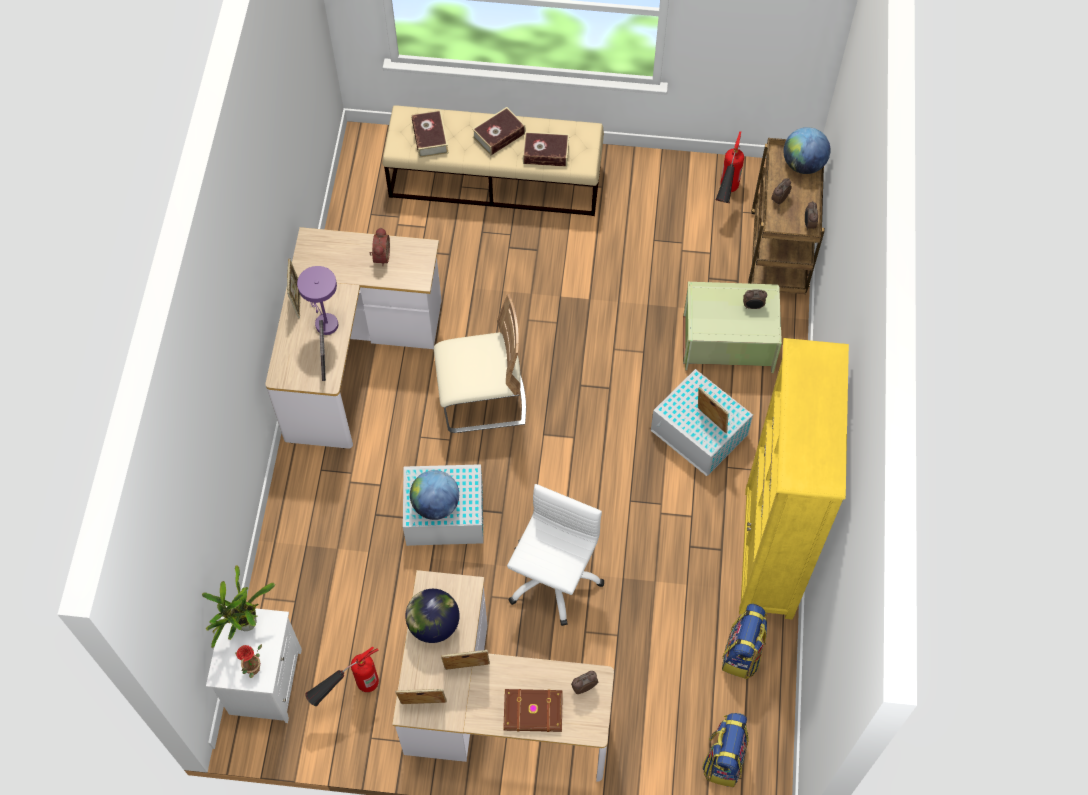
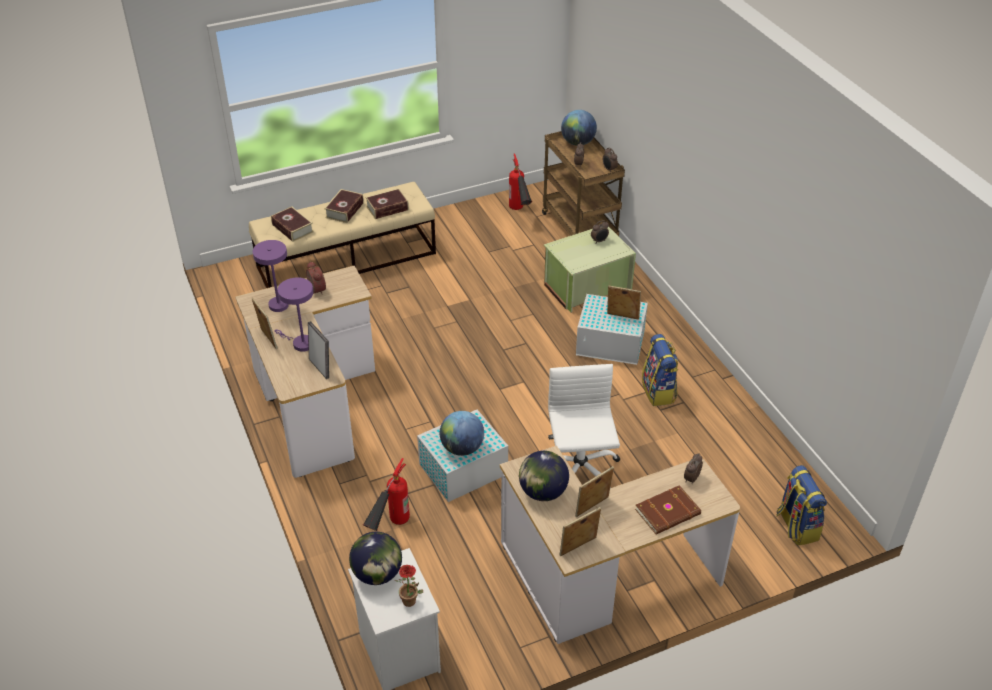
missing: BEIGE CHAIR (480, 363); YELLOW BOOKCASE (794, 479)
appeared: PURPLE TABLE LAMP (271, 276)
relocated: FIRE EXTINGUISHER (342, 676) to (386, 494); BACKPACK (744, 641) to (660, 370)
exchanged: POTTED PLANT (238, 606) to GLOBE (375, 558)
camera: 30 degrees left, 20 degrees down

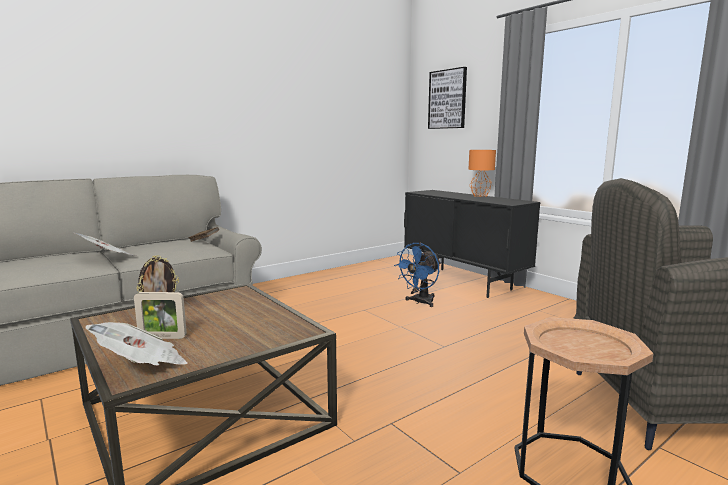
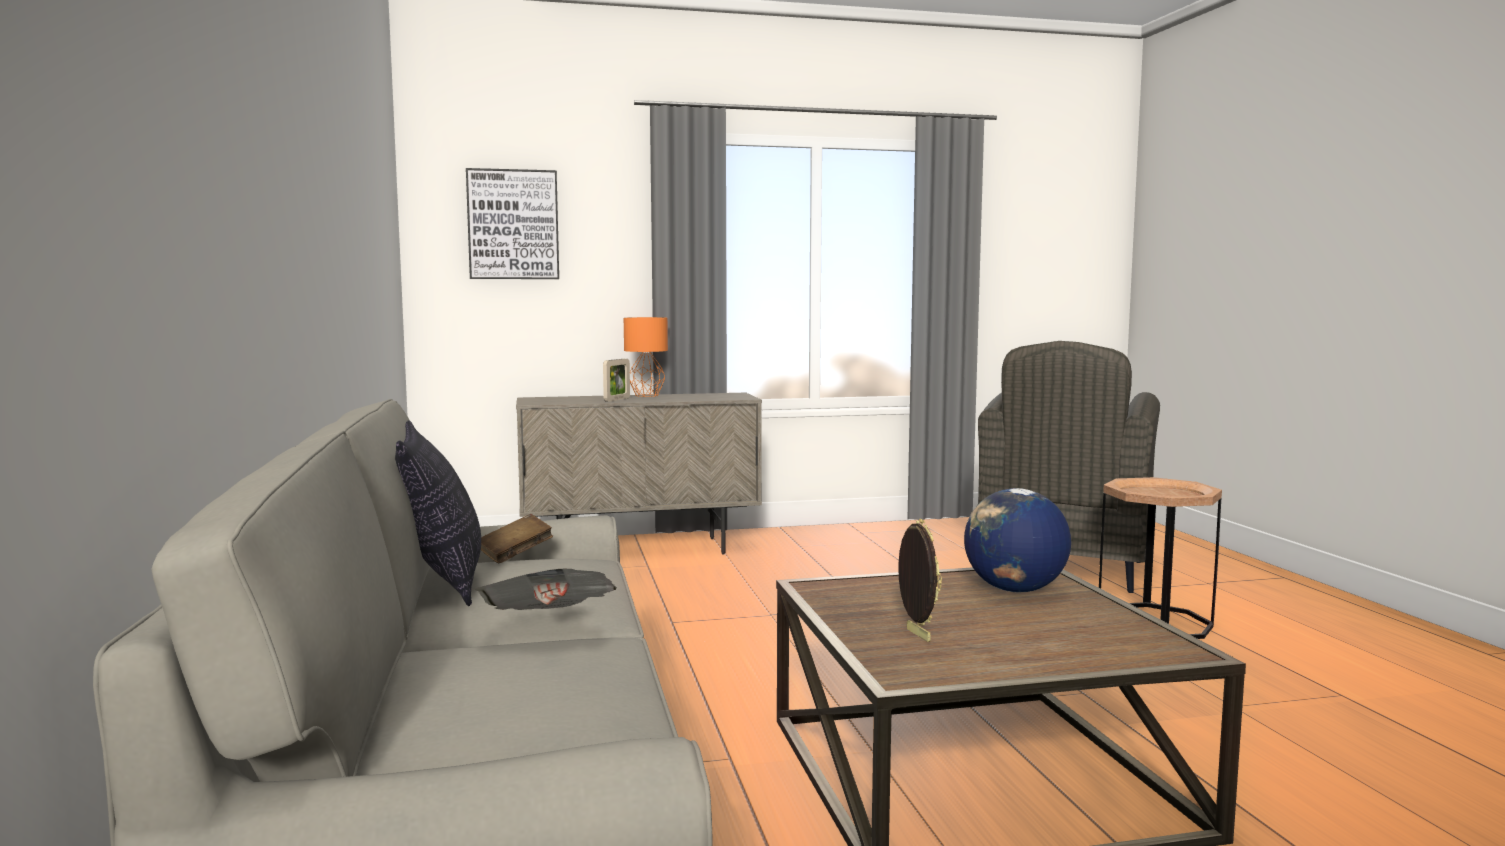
missing: NEWSPAPER (136, 344); BLUE FAN (417, 275)
appeared: PILLOW (438, 513); GLOBE (1017, 540)
relocated: PICTURE FRAME (160, 315) to (616, 380)
colour: BLACK CABINET (472, 244) to BEIGE CABINET (639, 474)
camera: 65 degrees left, 5 degrees down

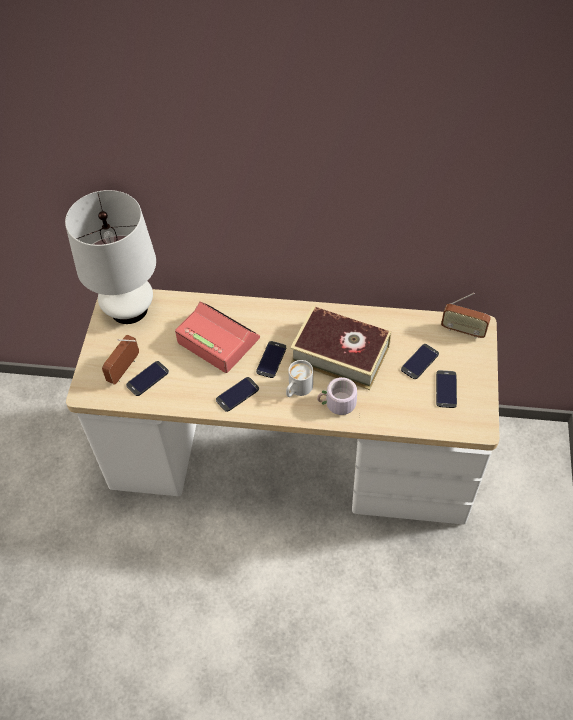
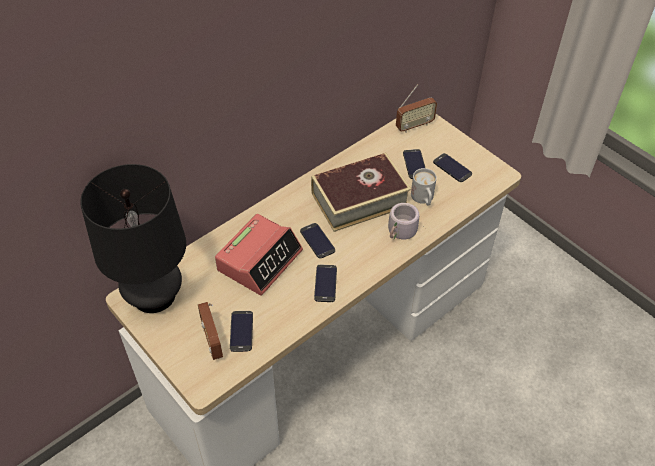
relocated: WHITE MUG (299, 378) to (424, 187)
colour: WHITE TABLE LAMP (110, 257) to BLACK TABLE LAMP (133, 238)
spun: ALARM CLOCK (217, 337) = (259, 254) 135 degrees clockwise
camera: 50 degrees left, 5 degrees down

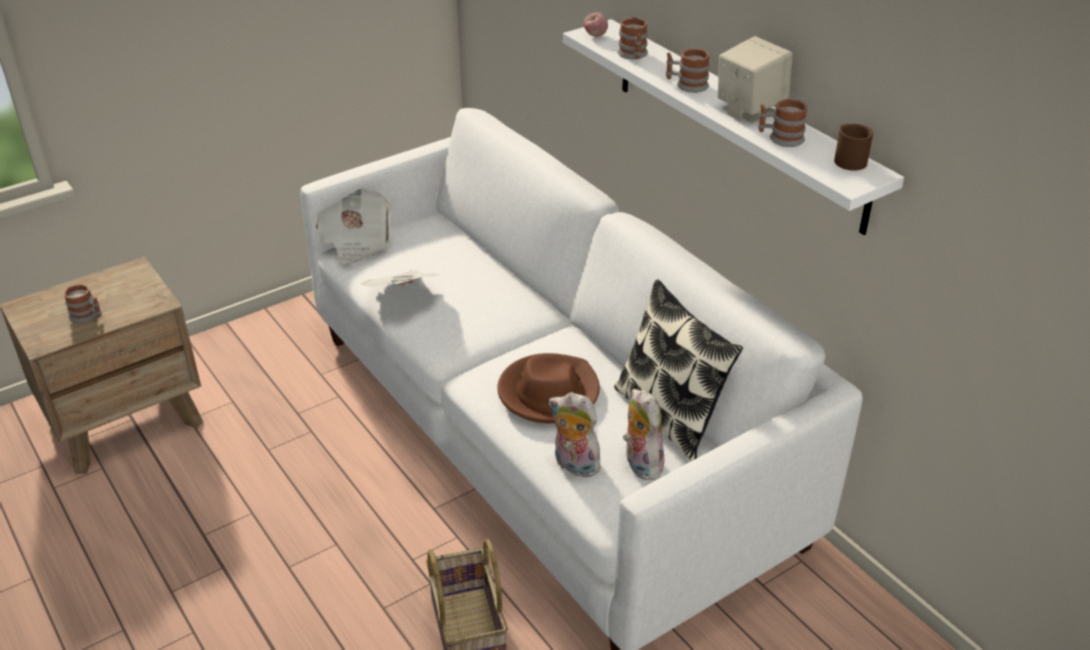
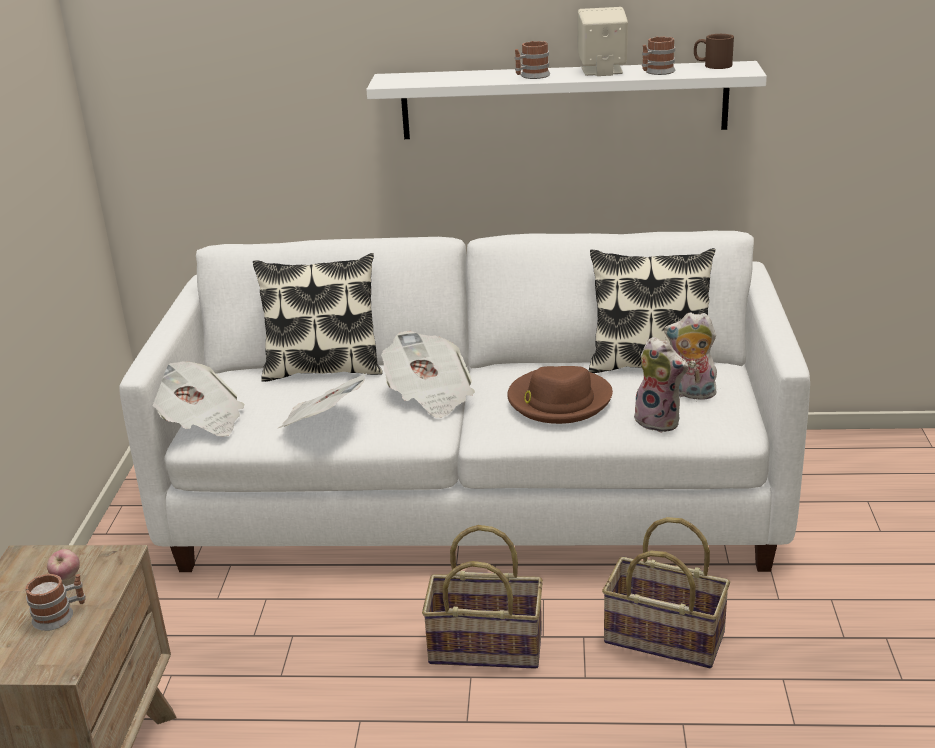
missing: MUG (632, 38)
appeared: PILLOW (318, 317); NEWSPAPER (428, 374); BASKET (482, 597)
relocated: APPLE (596, 24) to (63, 564)
spun: PLUSH TOY (575, 434) = (659, 385) 120 degrees counterclockwise
camera: 50 degrees left, 10 degrees down

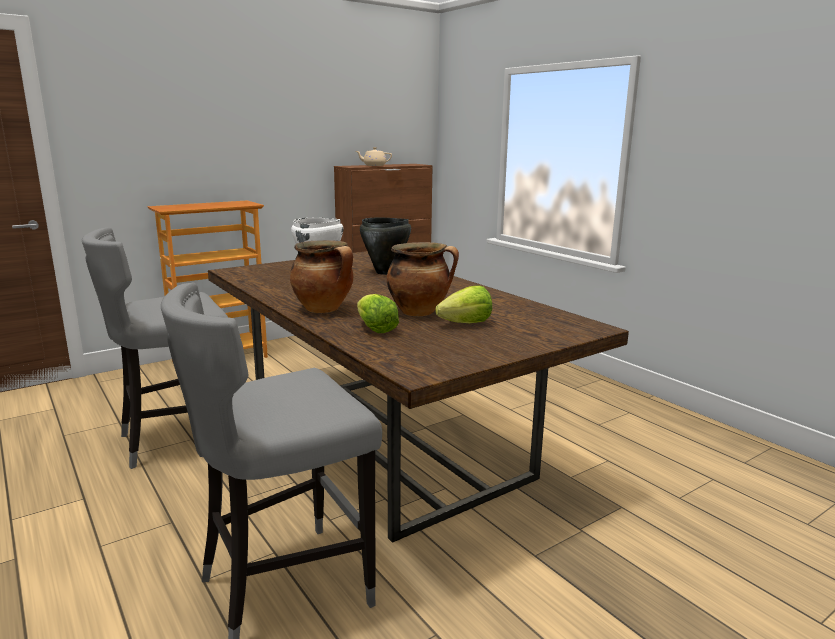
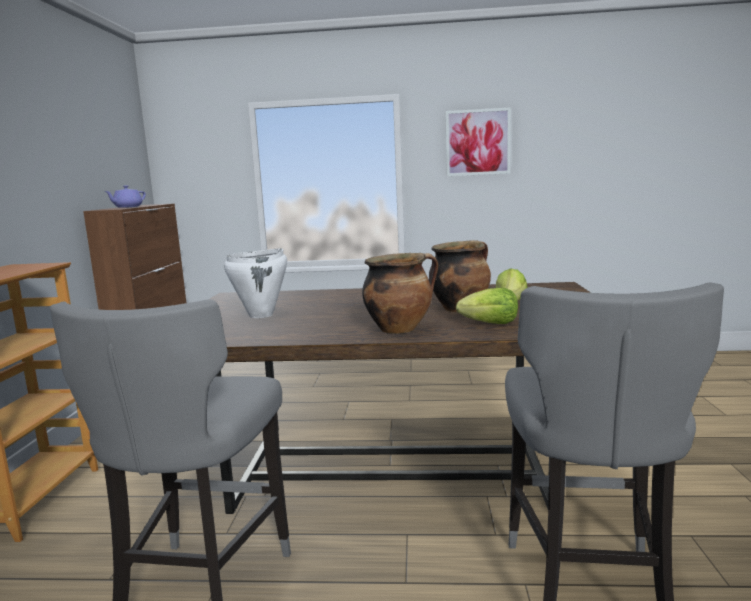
missing: BLACK COOKING POT (385, 246)
appeared: PICTURE (478, 142)
colour: BEIGE TEAPOT (374, 156) to PURPLE TEAPOT (125, 197)
camera: 50 degrees left, 5 degrees down

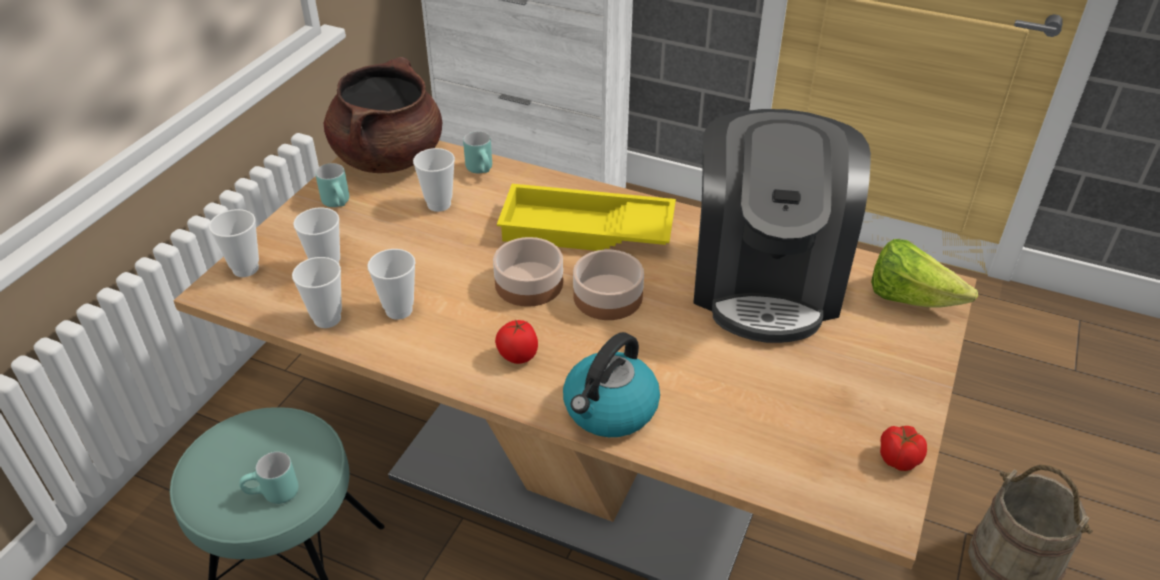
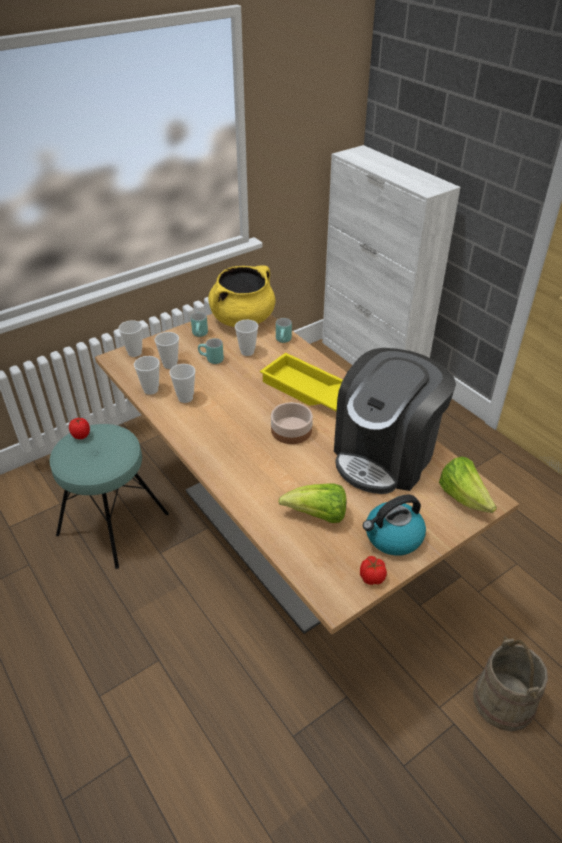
missing: BOWL (528, 272)
appeared: LETTUCE (312, 503)
relocated: TOMATO (516, 341) to (79, 428); TURQUOISE MUG (268, 478) to (211, 351); KETTLE (611, 384) to (394, 525)
colour: BROWN COOKING POT (383, 115) to YELLOW COOKING POT (241, 296)
camera: 30 degrees right, 0 degrees up

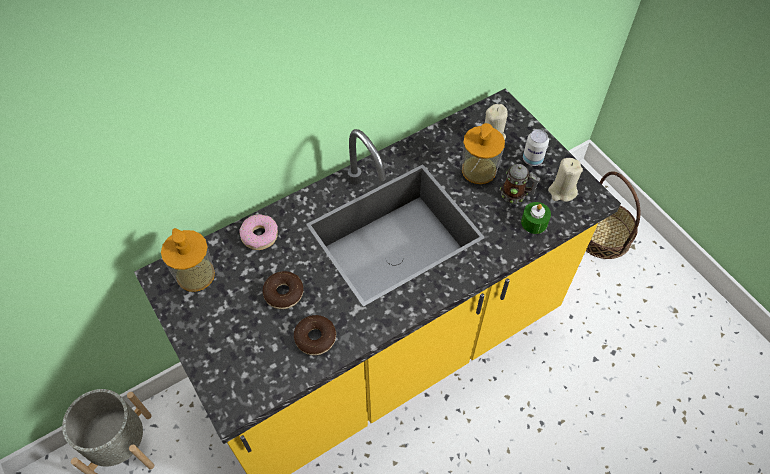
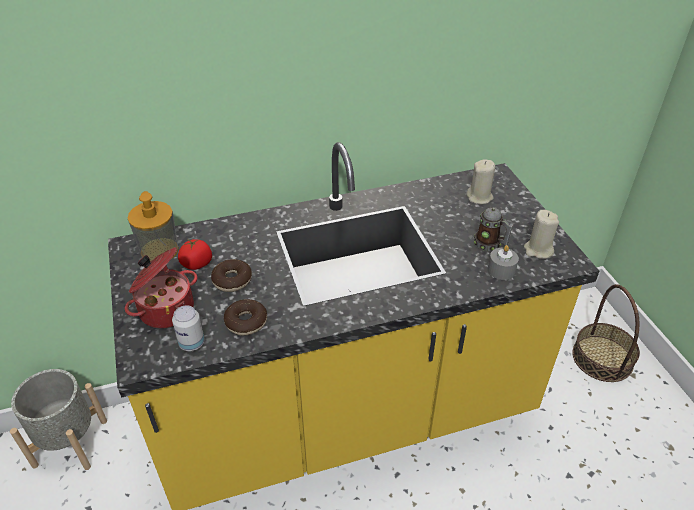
missing: DONUT (259, 232); SOAP DISPENSER (483, 153)
appeared: COOKING POT (161, 288); TOMATO (195, 254)
relocated: CAN (536, 147) to (188, 328)
colour: GREEN CANDLE (536, 218) to GREY CANDLE (503, 262)
camera: 15 degrees right, 15 degrees down

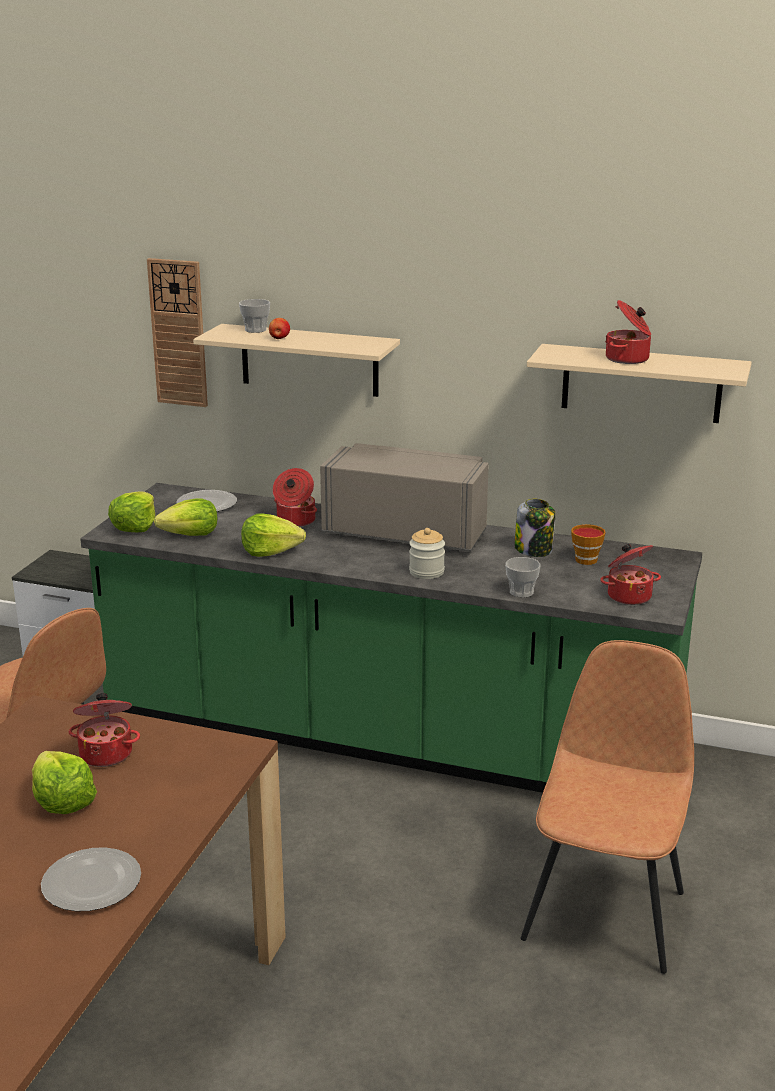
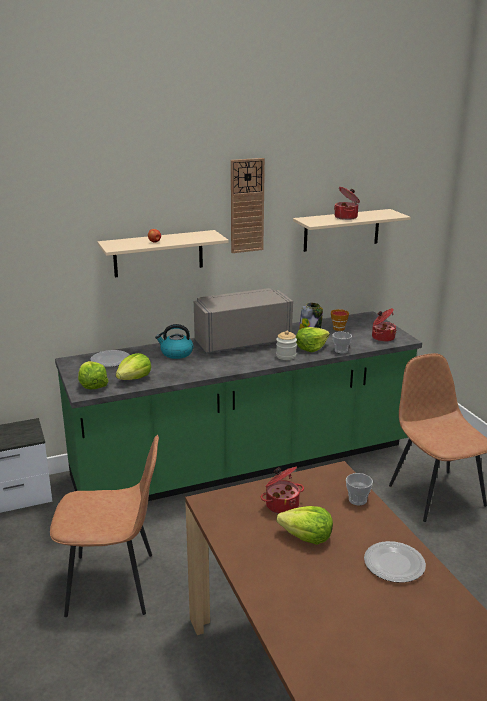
relocated: WALL CLOCK (177, 332) to (248, 205); LETTUCE (273, 535) to (313, 339); CUP (254, 316) to (359, 489)
exchanged: COOKING POT (295, 497) to KETTLE (174, 341)
camera: 40 degrees left, 0 degrees up

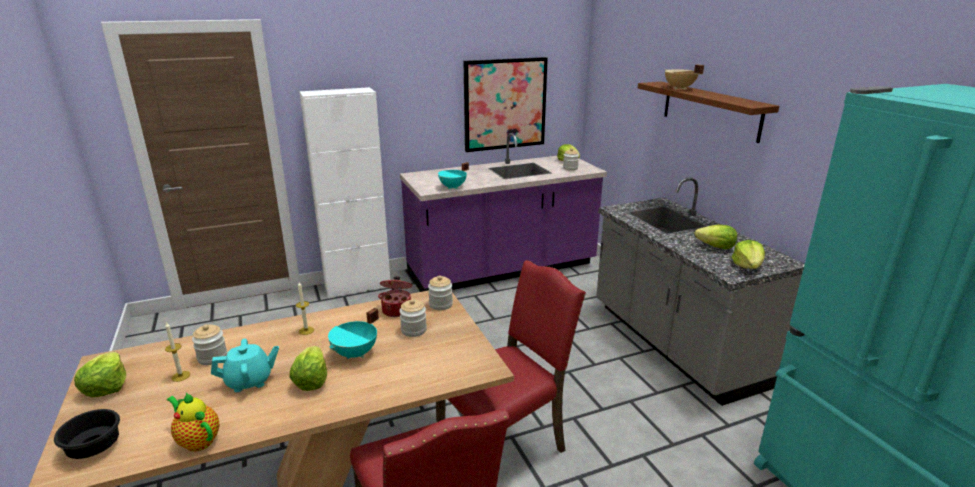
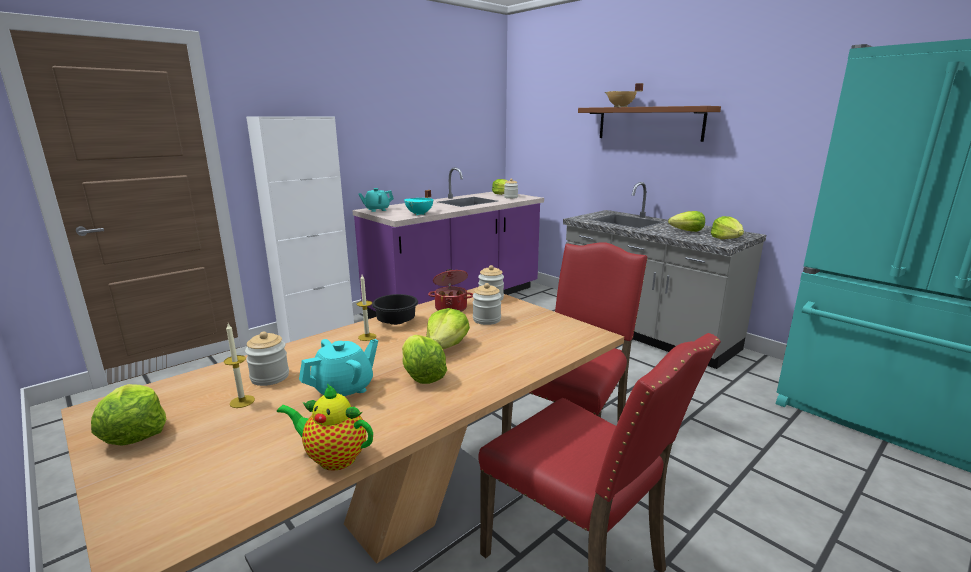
missing: PICTURE (506, 104)
appeared: TURQUOISE TEAPOT (376, 200)
relocated: BLACK BOWL (87, 434) to (395, 309)
exchanged: TURQUOISE COOKING POT (353, 333) to LETTUCE (448, 328)
camera: 20 degrees left, 5 degrees down

